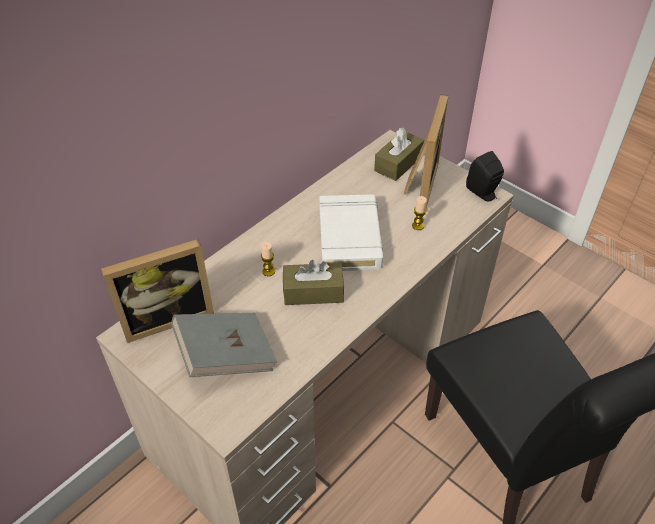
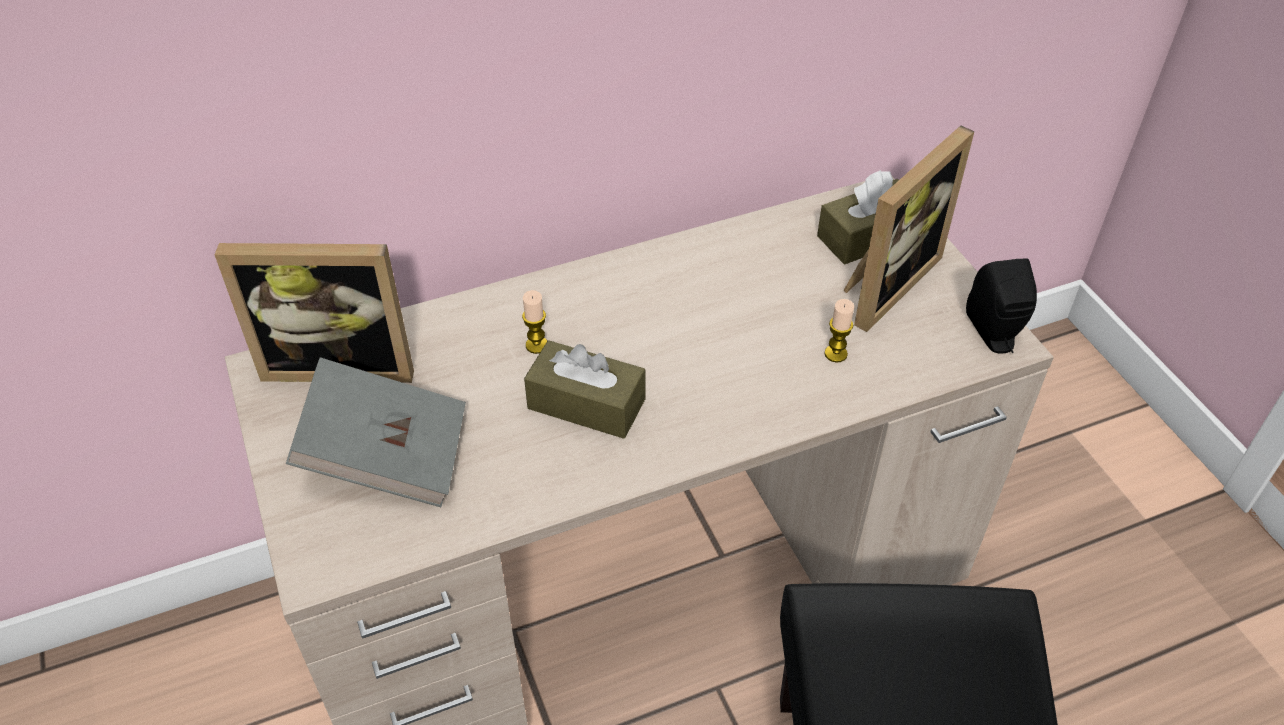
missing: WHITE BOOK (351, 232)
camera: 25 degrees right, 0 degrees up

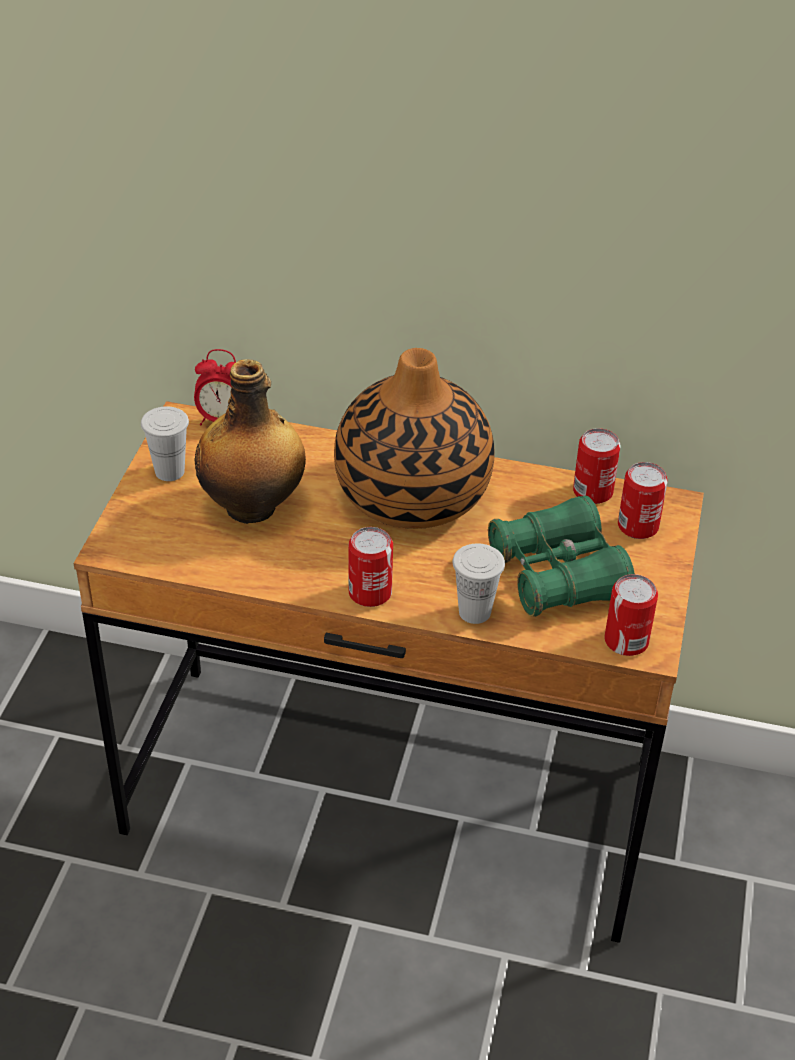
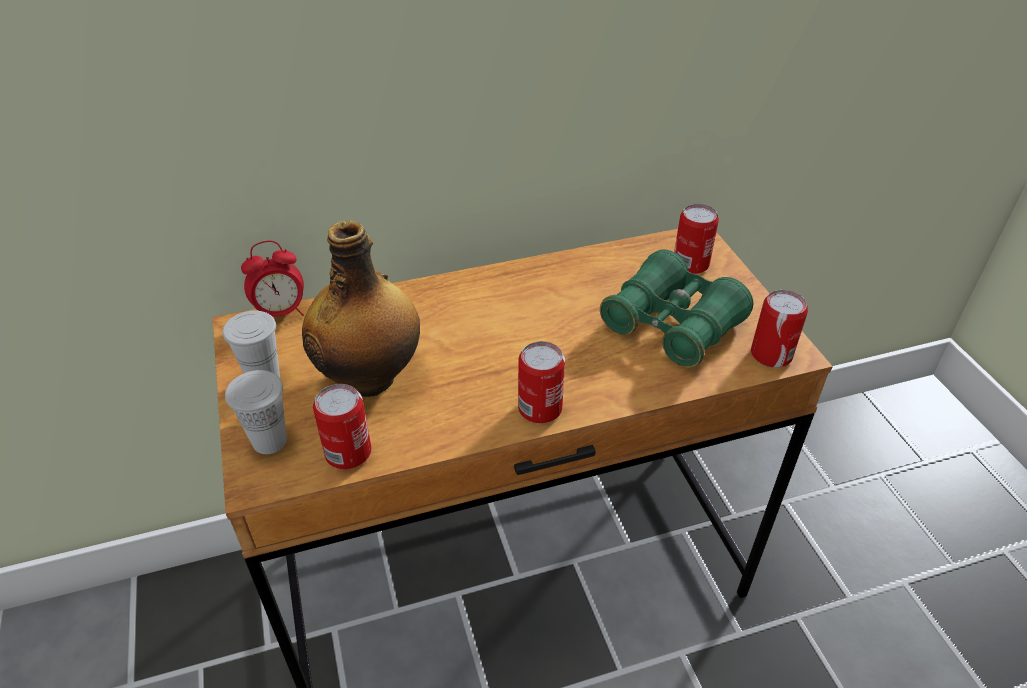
missing: VASE (414, 438)
relocated: WHITE CUP (479, 583) to (256, 412); CAN (597, 466) to (342, 426)
camera: 30 degrees left, 0 degrees up

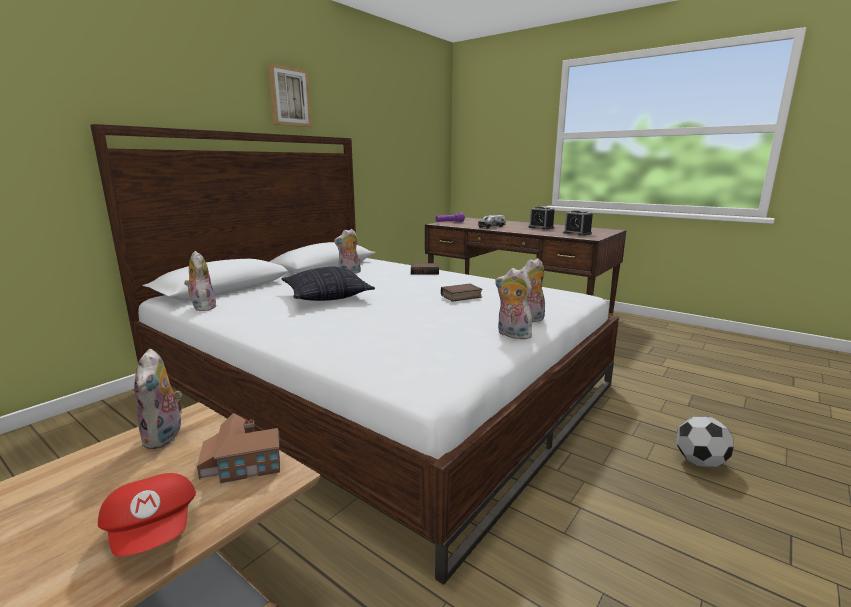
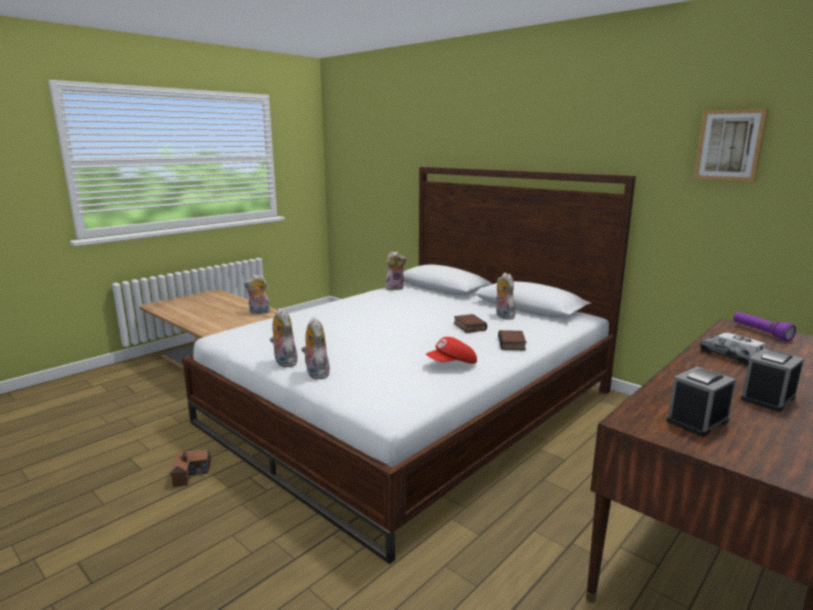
missing: PILLOW (328, 284); FOOTBALL (705, 441)
relocated: TOY HOUSE (238, 448) to (190, 468); RED CAP (147, 514) to (451, 350); BOOK (462, 293) to (470, 323); PICTURE (290, 95) to (730, 145)
spun: PLUSH TOY (513, 304) = (284, 337) 75 degrees counterclockwise
camera: 95 degrees right, 0 degrees up

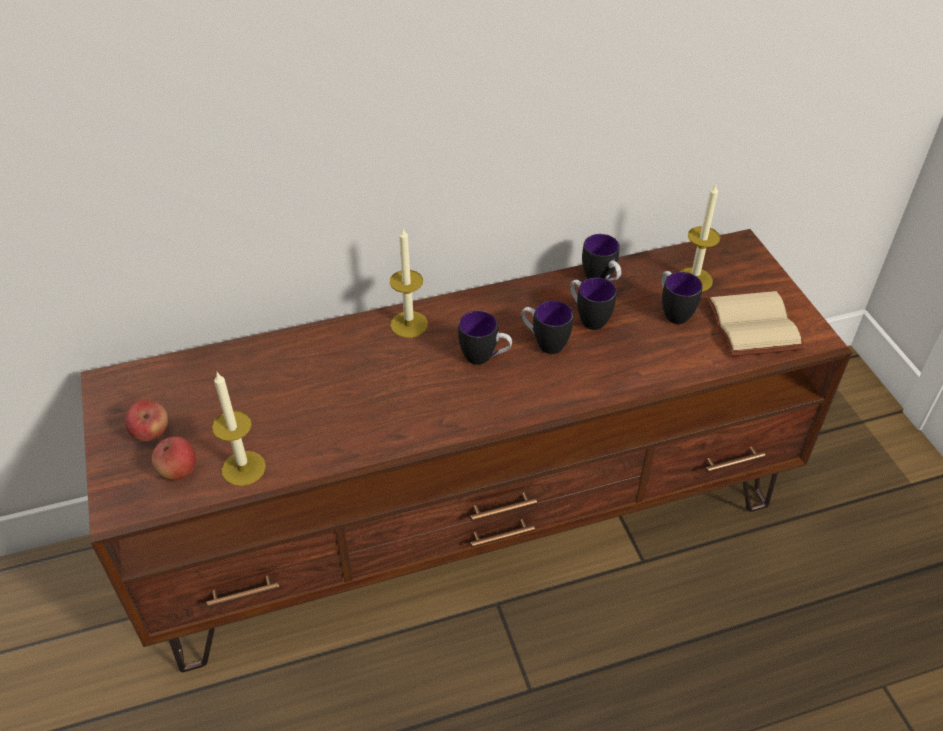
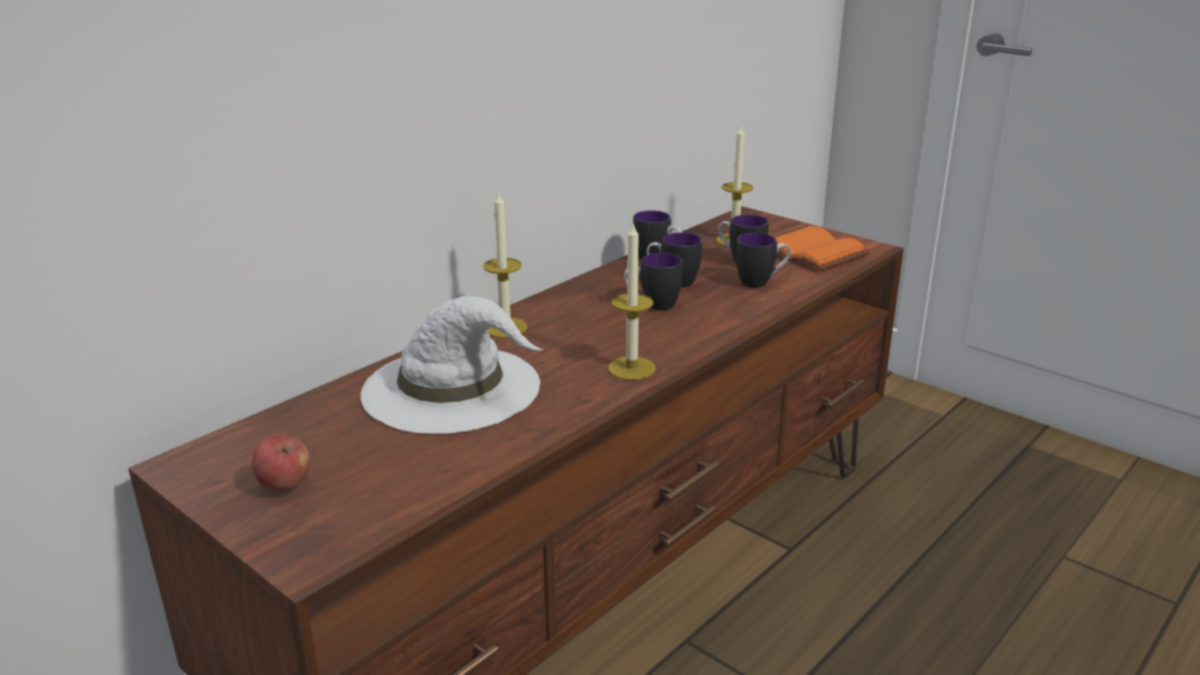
missing: APPLE (174, 458)
appeared: WHITE HAT (452, 365)
relocated: CANDLE (239, 429) to (632, 301); MUG (485, 338) to (763, 260)
colour: BEIGE BOOK (755, 324) to ORANGE BOOK (822, 248)
camera: 30 degrees left, 20 degrees down

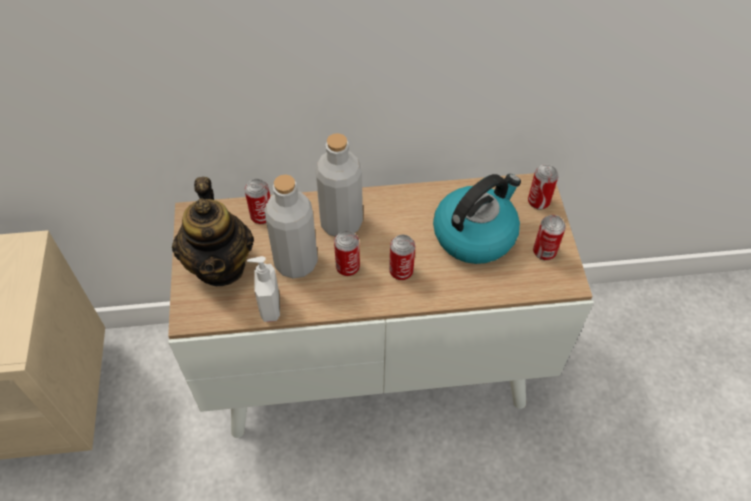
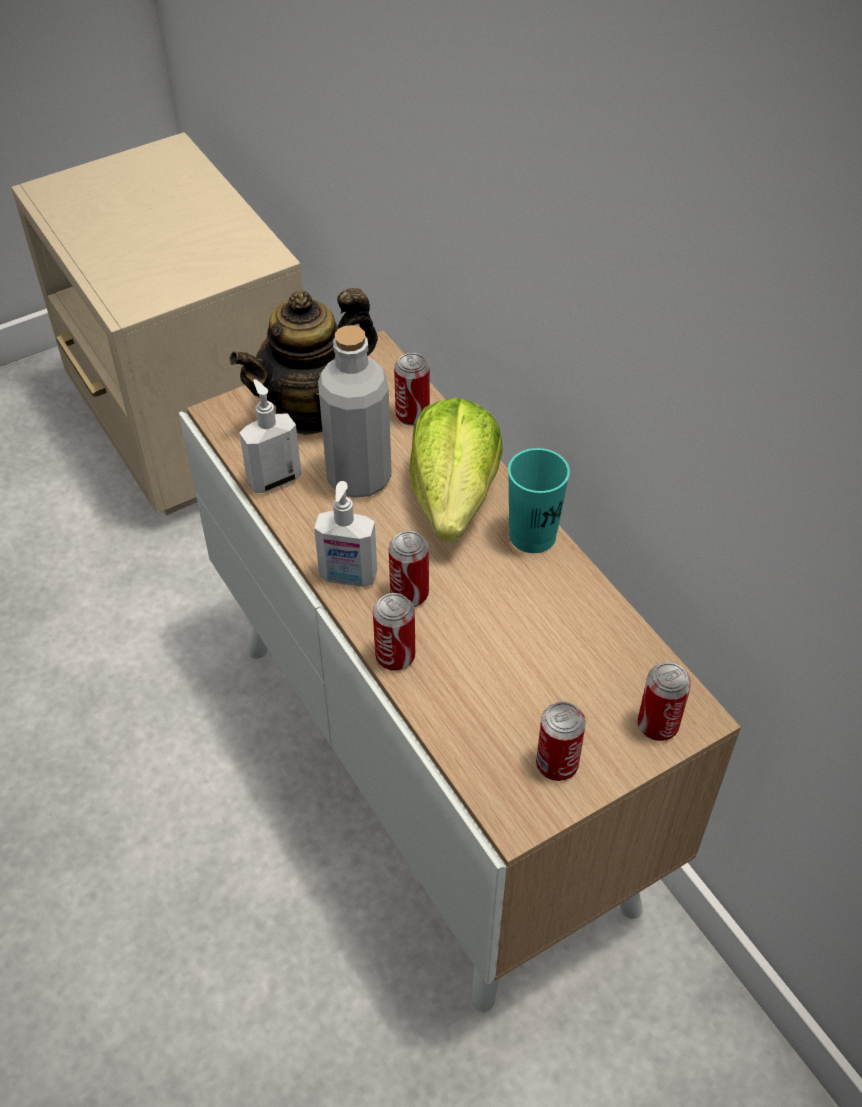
missing: KETTLE (477, 219)
appeared: SOAP DISPENSER (345, 534); TURQUOISE CUP (539, 500)
relocated: CAN (347, 253) to (394, 632)
exchanged: GREY BOTTLE (339, 185) to LETTUCE (456, 470)
camera: 65 degrees right, 5 degrees down

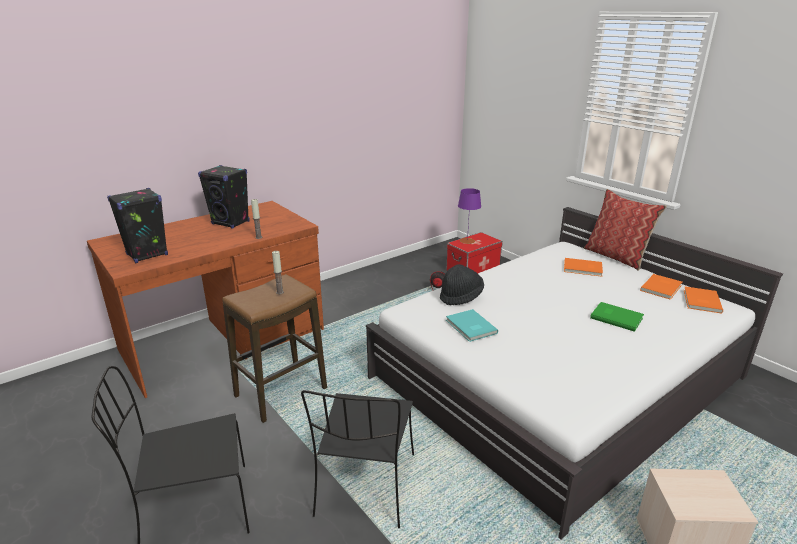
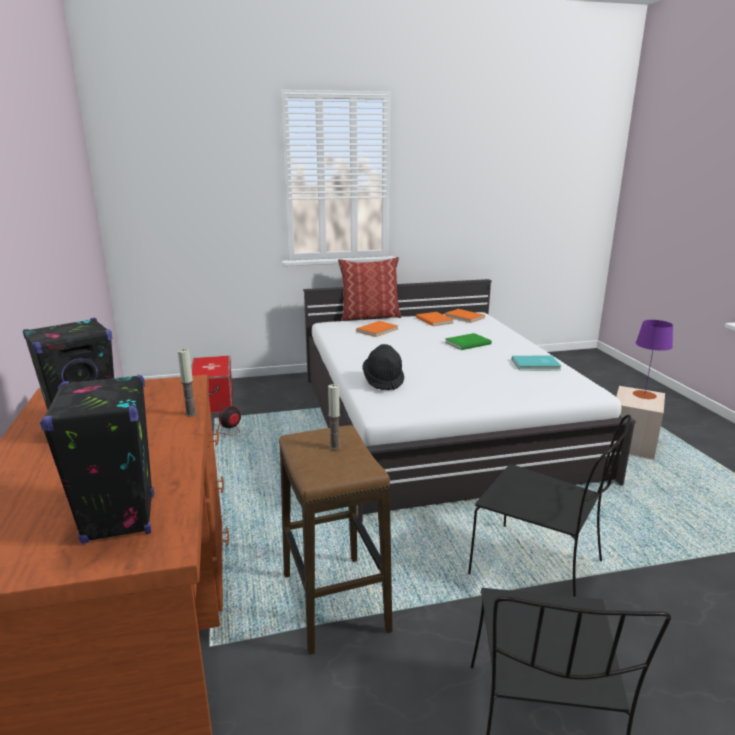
relocated: TURQUOISE BOOK (472, 325) to (536, 363); PURPLE TABLE LAMP (469, 216) to (653, 359)
camera: 65 degrees left, 5 degrees down

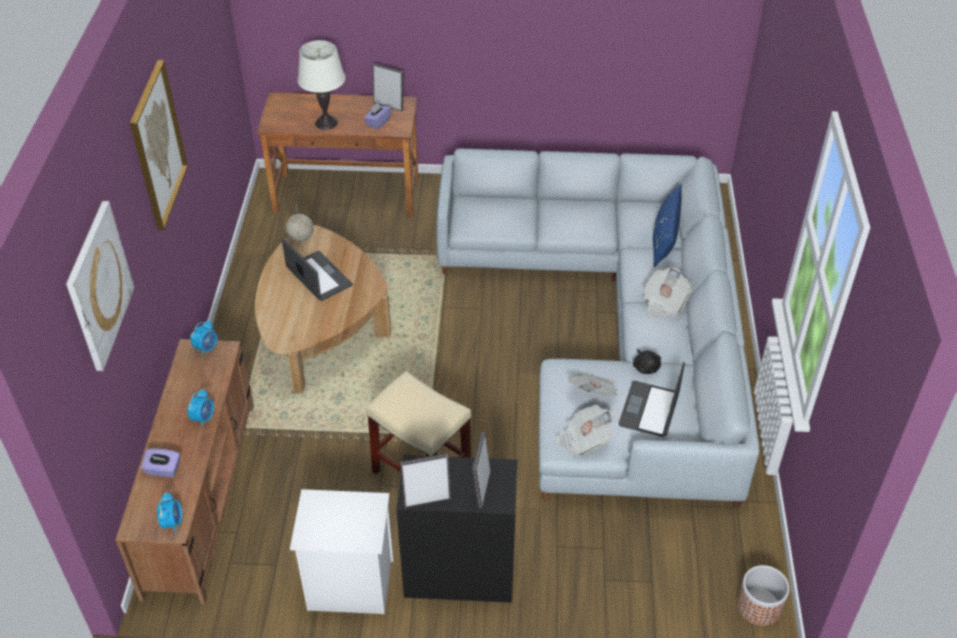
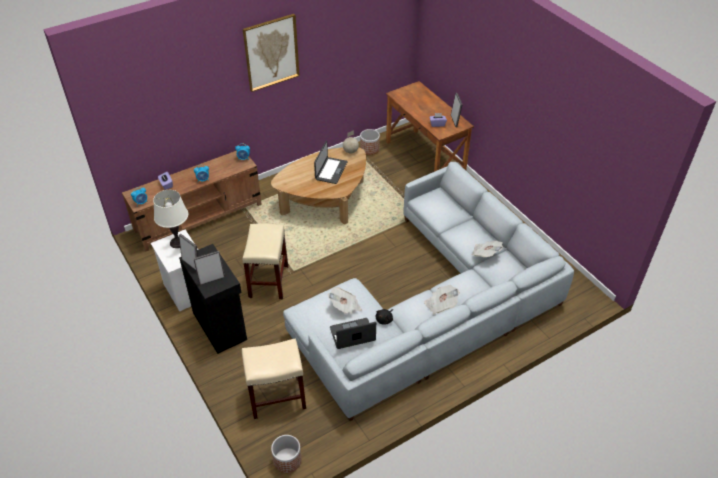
missing: PICTURE (100, 286); BLUE PILLOW (667, 225)
appeared: BEIGE STOOL (274, 379); PLANTER (370, 142)
relocated: WHITE TABLE LAMP (321, 85) to (170, 219); NEWSPAPER (585, 431) to (487, 249)
camera: 55 degrees right, 0 degrees up

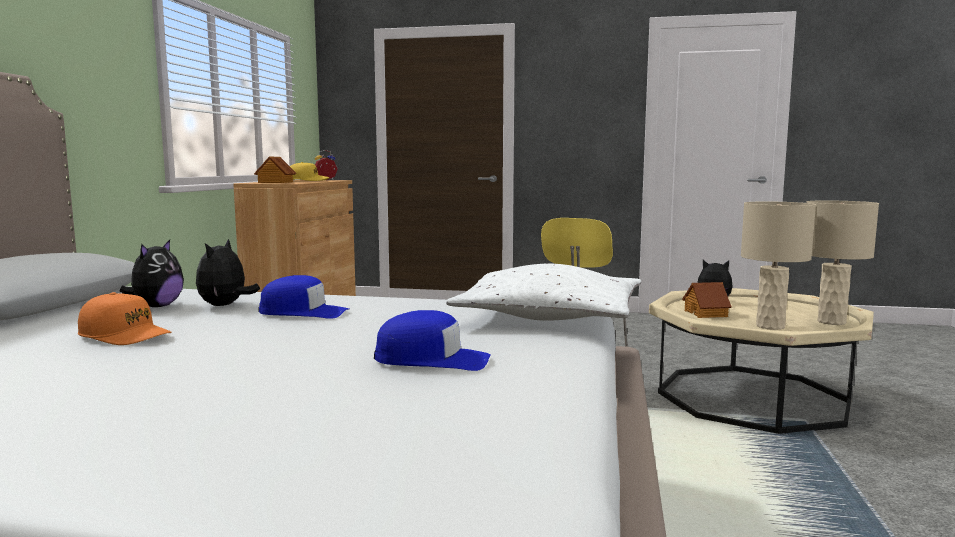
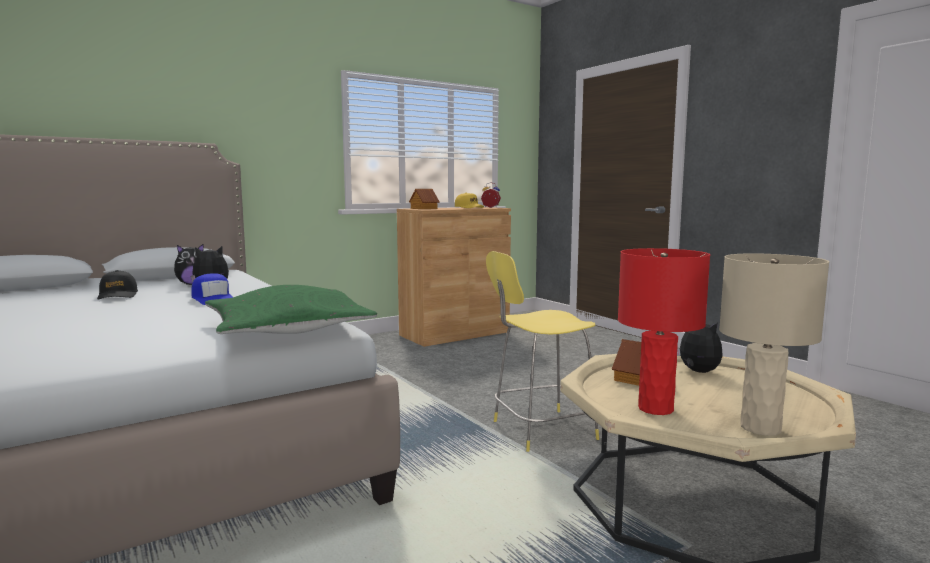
missing: BLUE CAP (432, 340)
colour: ORANGE CAP (124, 318) to BLACK CAP (117, 285); WHITE PILLOW (543, 292) to GREEN PILLOW (291, 309); BEIGE TABLE LAMP (778, 266) to RED TABLE LAMP (664, 331)
camera: 45 degrees right, 0 degrees up

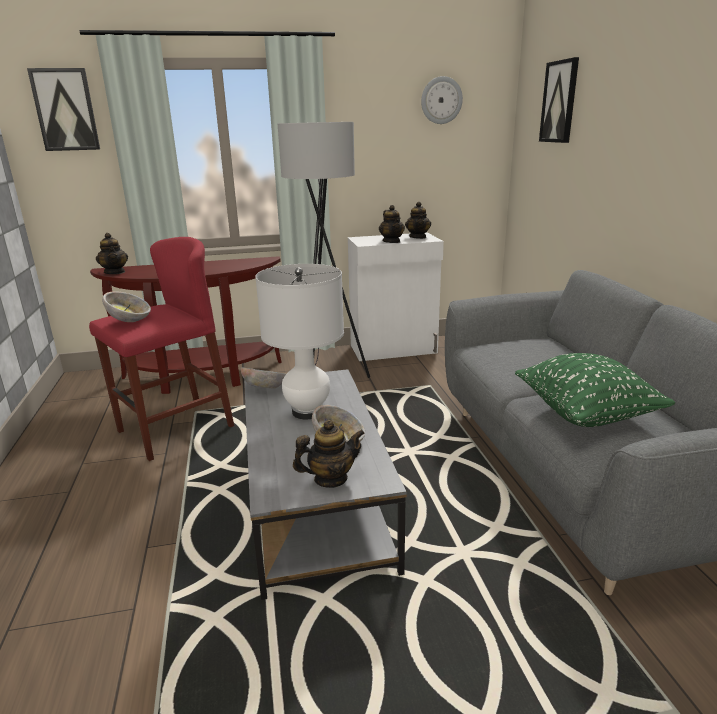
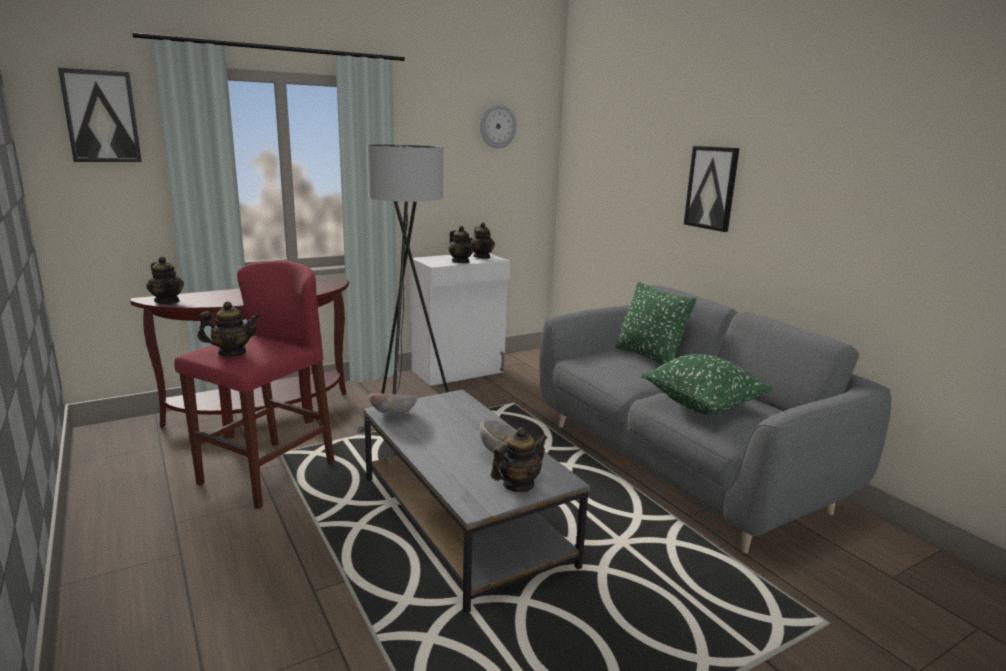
missing: WHITE TABLE LAMP (299, 341)
appeared: GREEN PILLOW (655, 324)
relocated: PICTURE (559, 100) to (712, 189)
exchanged: BOWL (126, 306) to TEAPOT (229, 328)
camera: 20 degrees left, 5 degrees down

